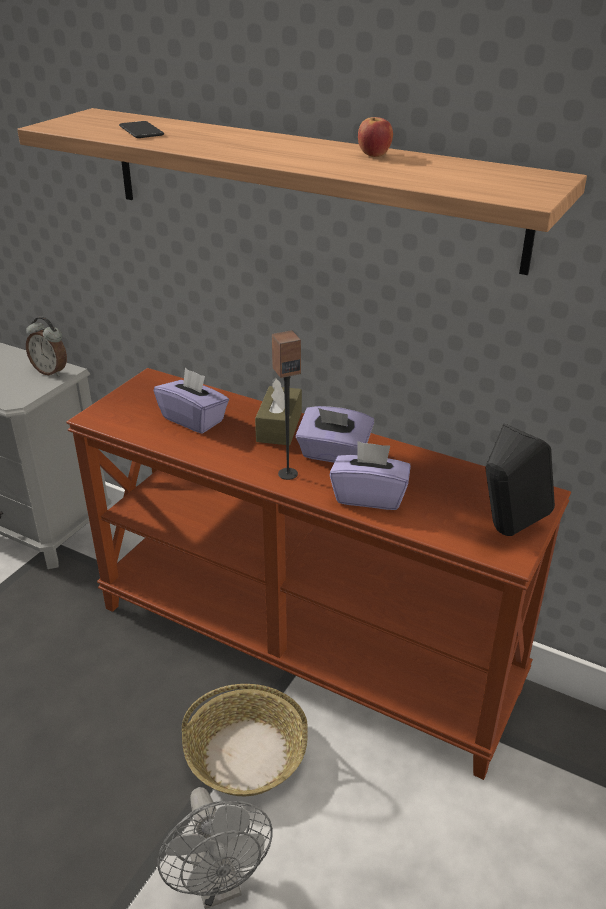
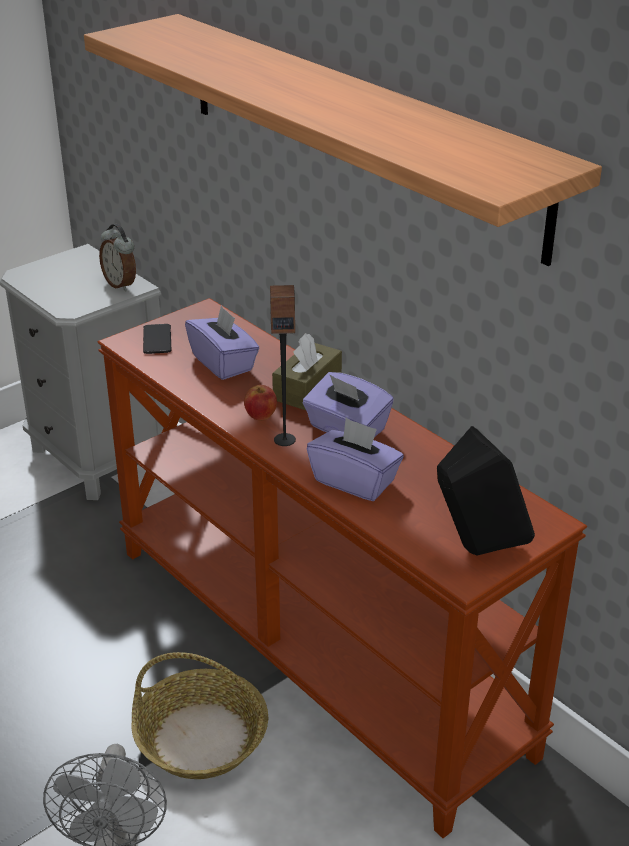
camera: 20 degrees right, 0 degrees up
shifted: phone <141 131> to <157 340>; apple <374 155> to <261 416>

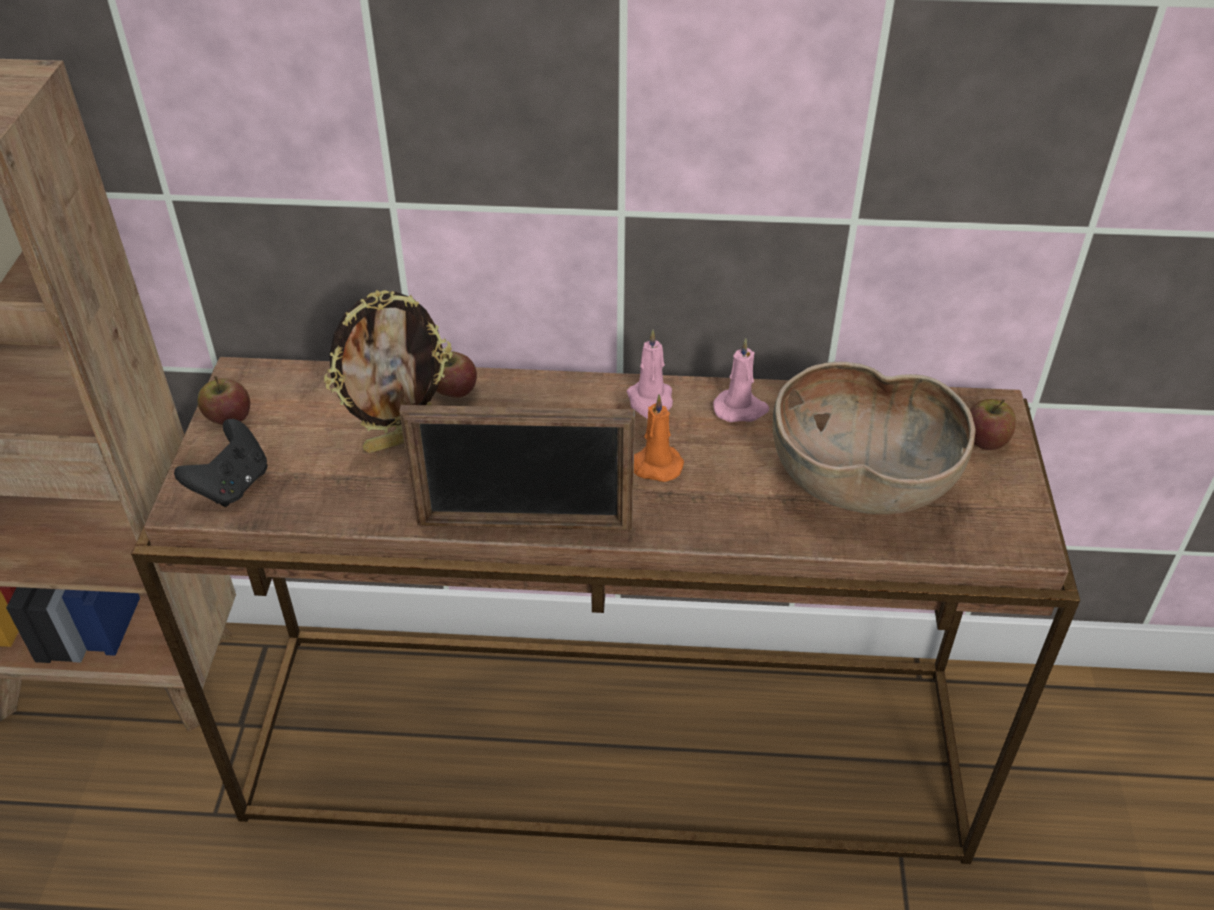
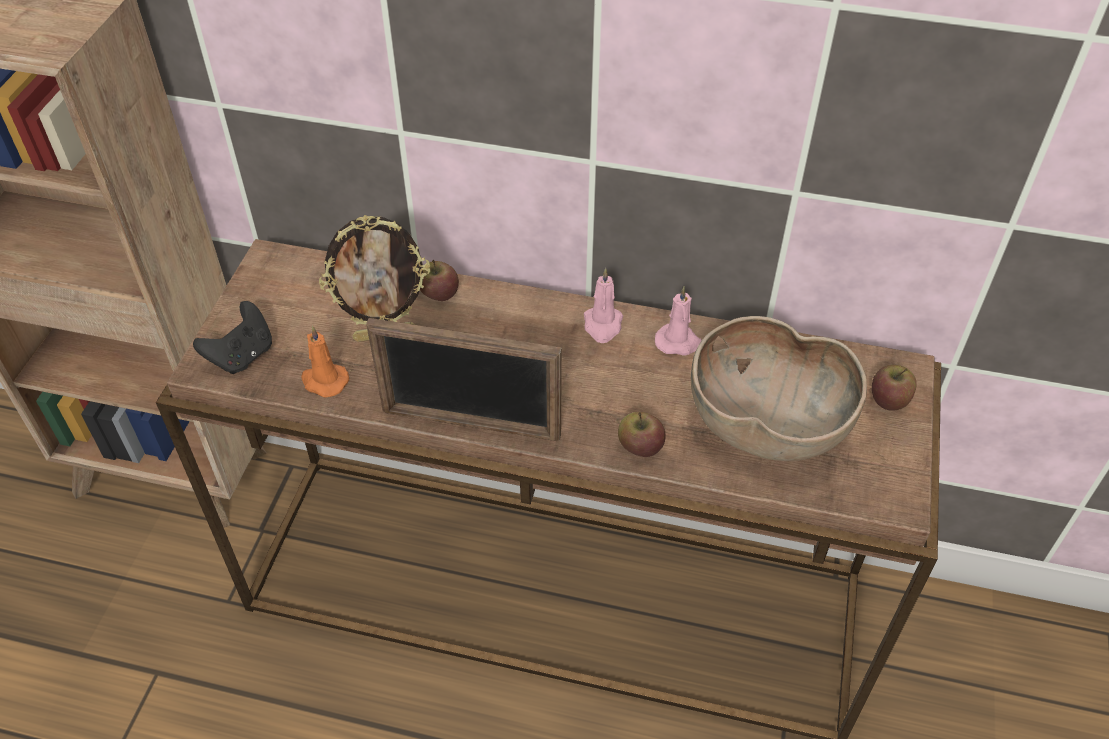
camera: 10 degrees right, 5 degrees up
shifted: candle in orange <653 465> to <324 381>; apple <228 418> to <640 447>

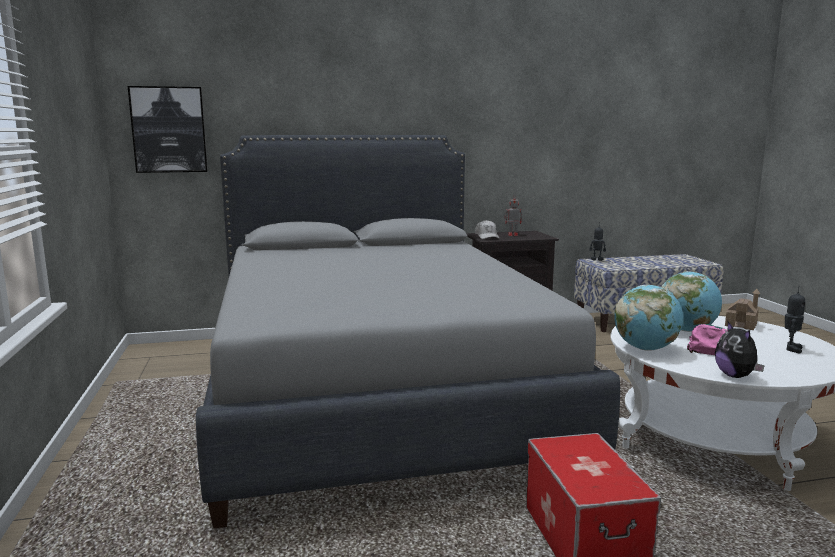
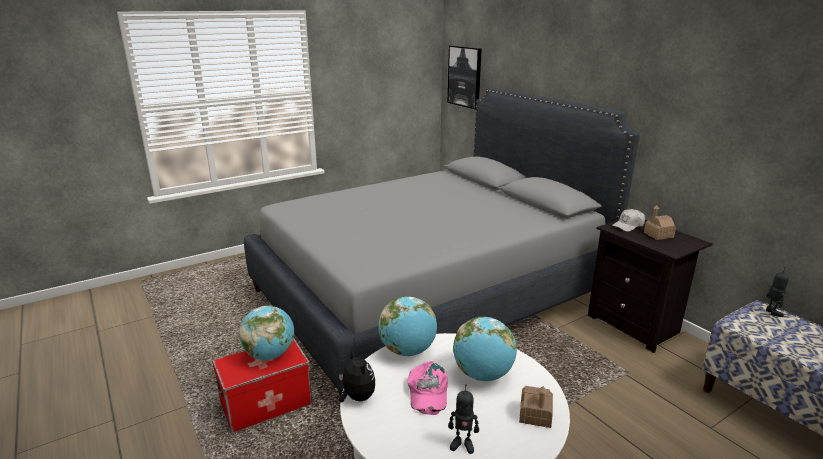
camera: 70 degrees right, 10 degrees up
new: globe <270 355>
swapped: toy robot <512 235> to toy house <658 235>
rotated: plush toy <736 376> = <357 397> 90 degrees clockwise

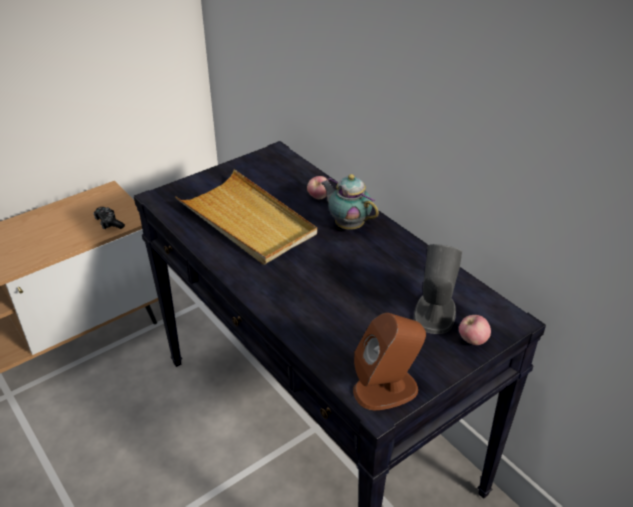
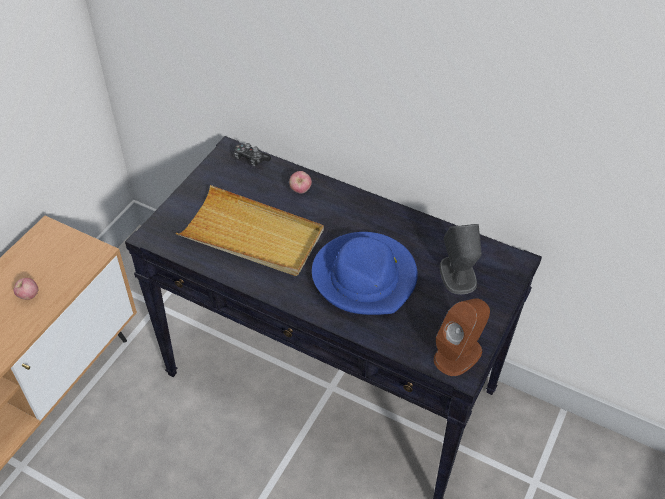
camera: 25 degrees left, 10 degrees up
gone: teapot <348 225>
new: hat in blue <365 276>
shifted: apple <472 340> to <28 295>; game controller <109 223> to <250 159>

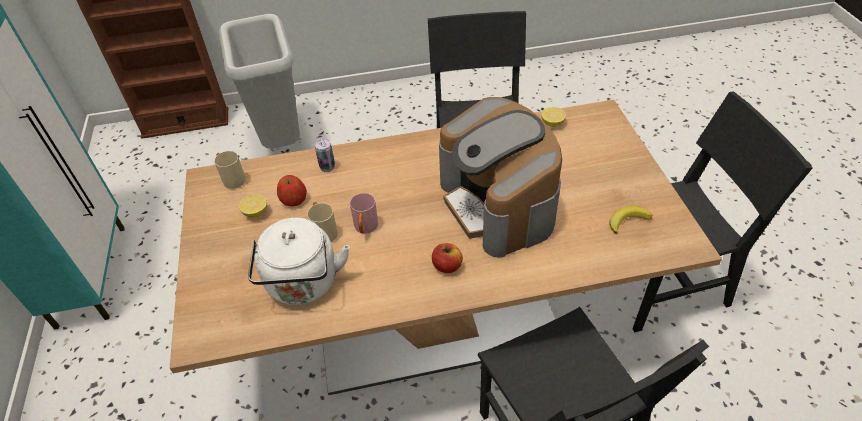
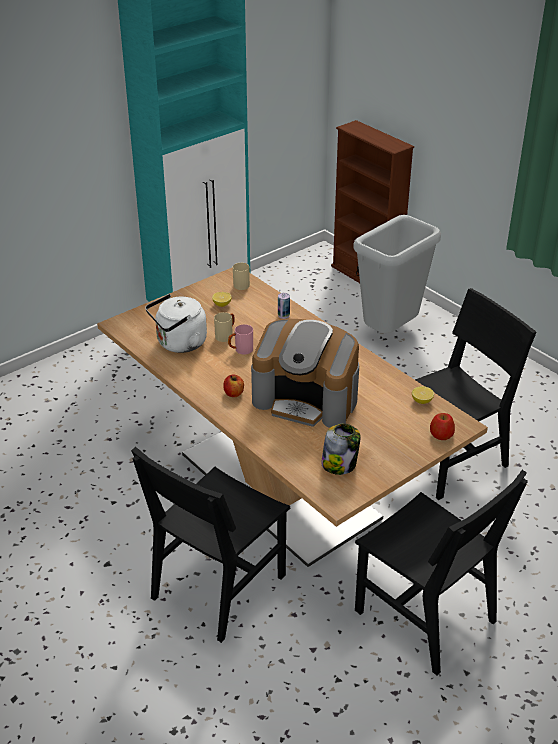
camera: 60 degrees right, 10 degrees down
shifted: apple <293 199> to <441 434>
swapped: banana <627 220> to jar <339 464>
rotated: coffee machine <498 205> = <307 399> 105 degrees counterclockwise

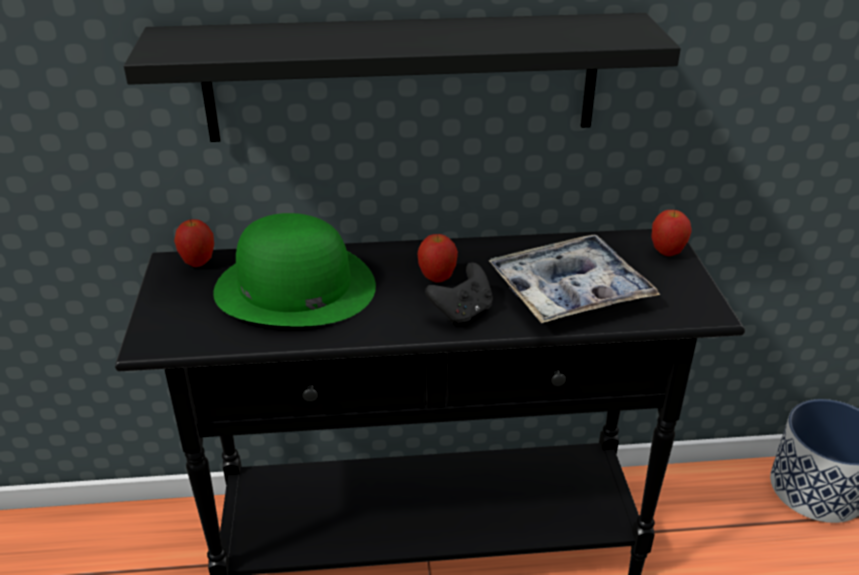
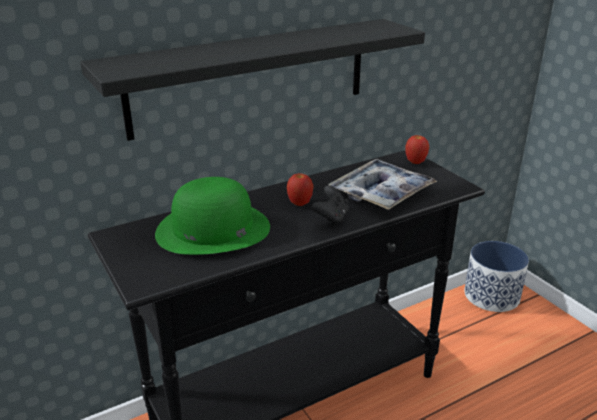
camera: 25 degrees left, 5 degrees down
gone: apple <198 263>

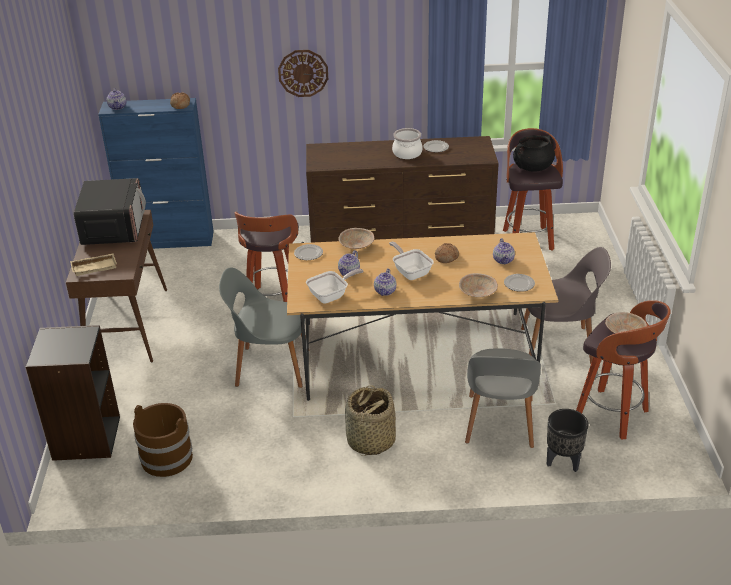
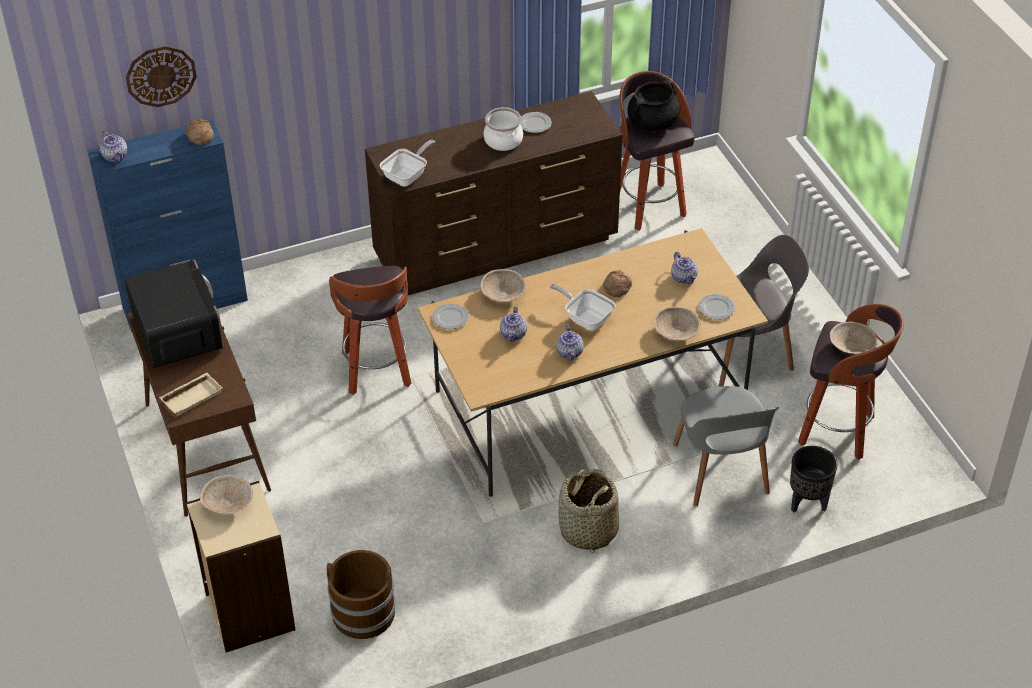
camera: 20 degrees left, 10 degrees up
gone: chair in grey <270 367>
new: bowl in beige <228 503>
shifted: wall clock <303 73> to <161 76>; frying pan <331 296> to <408 176>
repainted: bookcase in black <86 438> to bookcase in beige <249 613>

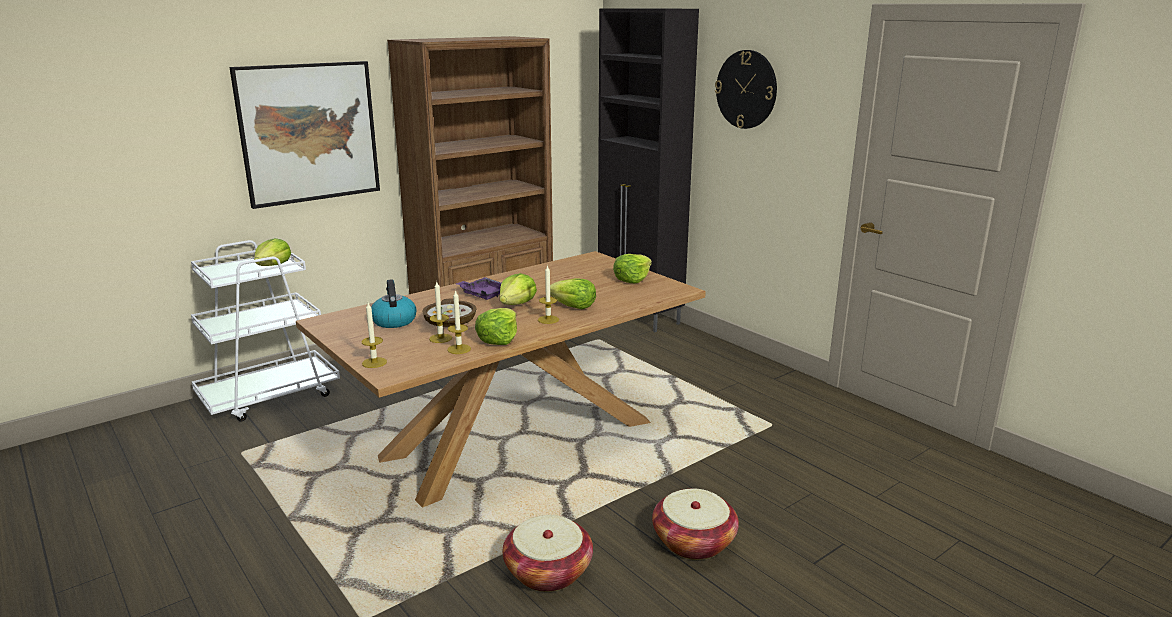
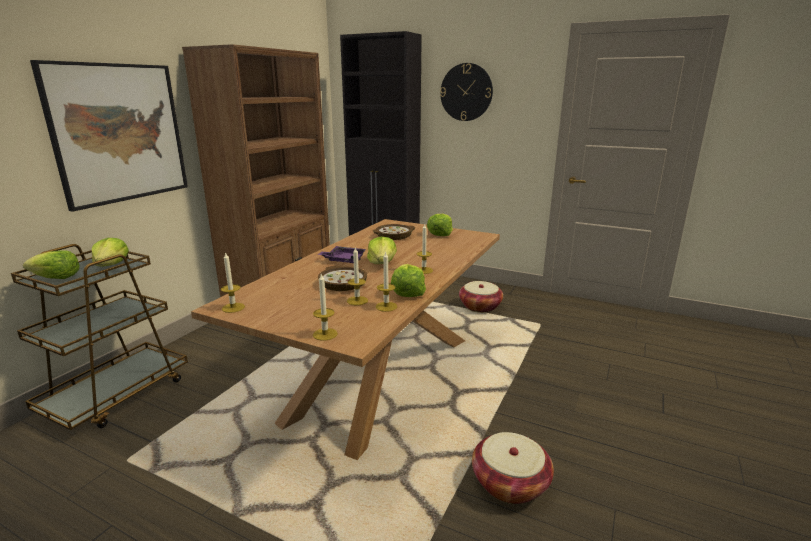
camera: 25 degrees left, 0 degrees up
gone: kettle <393 321>
new: candle <233 307>; bowl <394 235>
shifted: lettuce <573 306> to <56 278>; basket <693 542> to <480 306>
repainted: cart in white <270 396> to cart in brown <117 395>

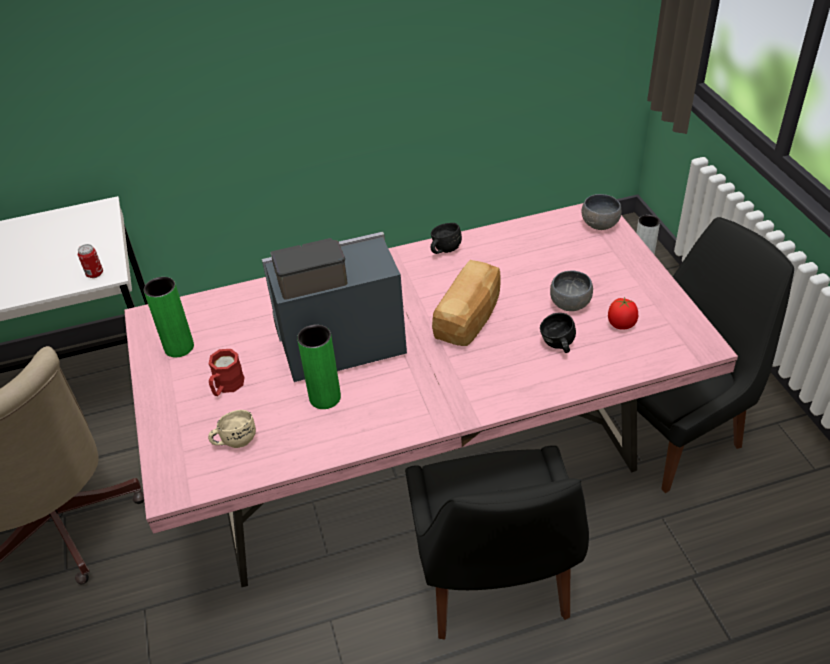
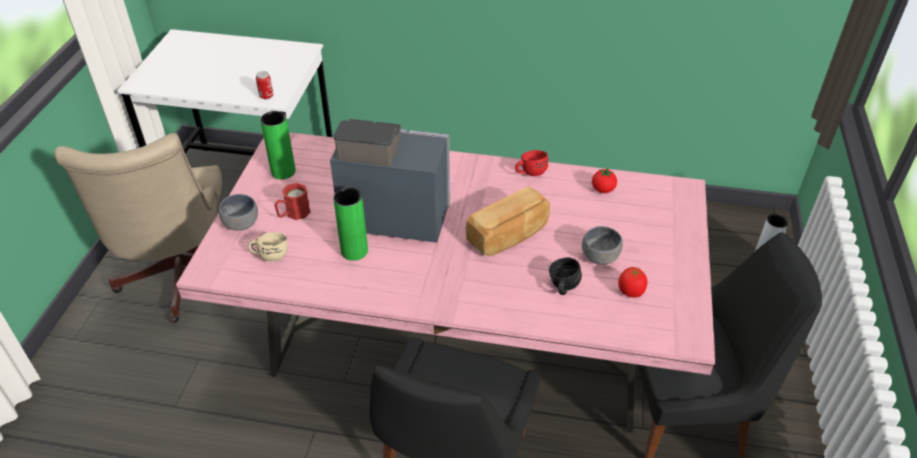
camera: 25 degrees right, 0 degrees up
new: tomato <603 189>
shifted: bowl in grey <601 224> to <243 224>
repainted: mug in black <443 250> to mug in red <529 172>

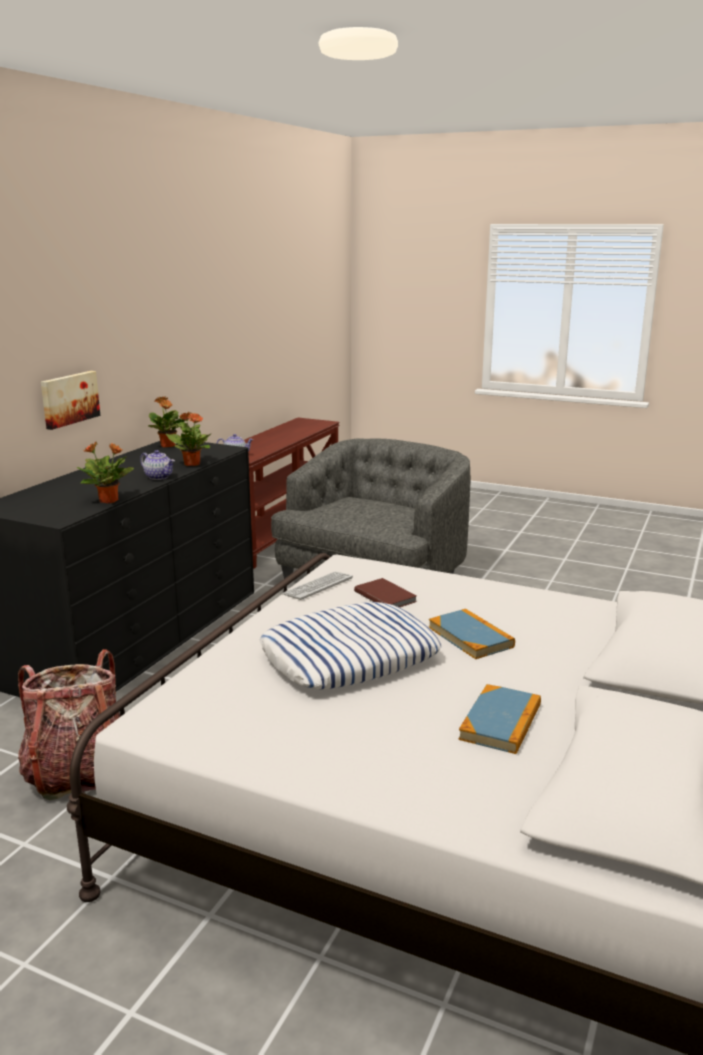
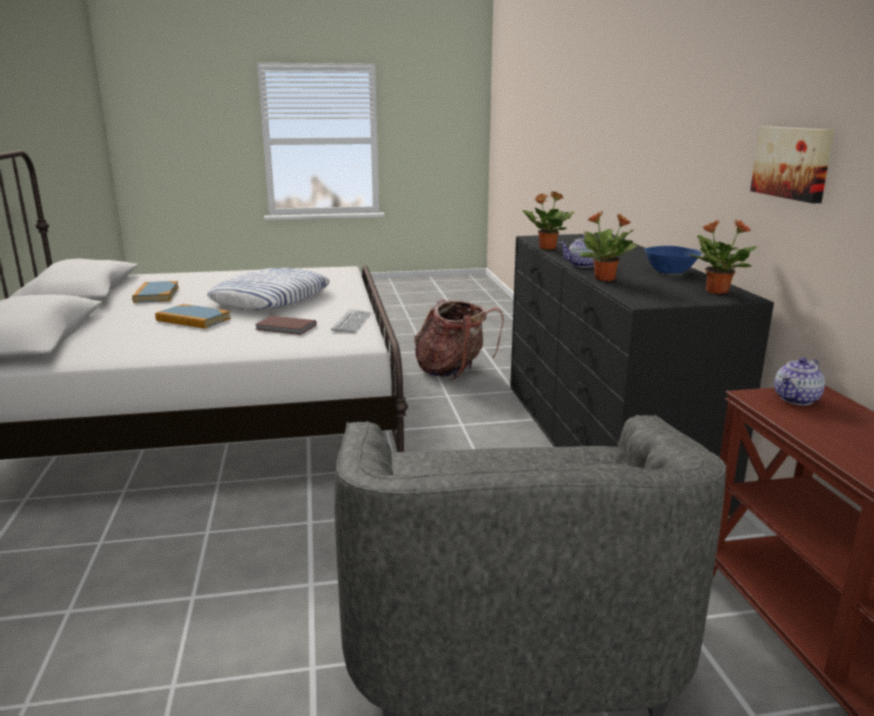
camera: 145 degrees right, 0 degrees up
new: bowl in blue <670 271>
shifted: picture <69 399> to <793 162>

